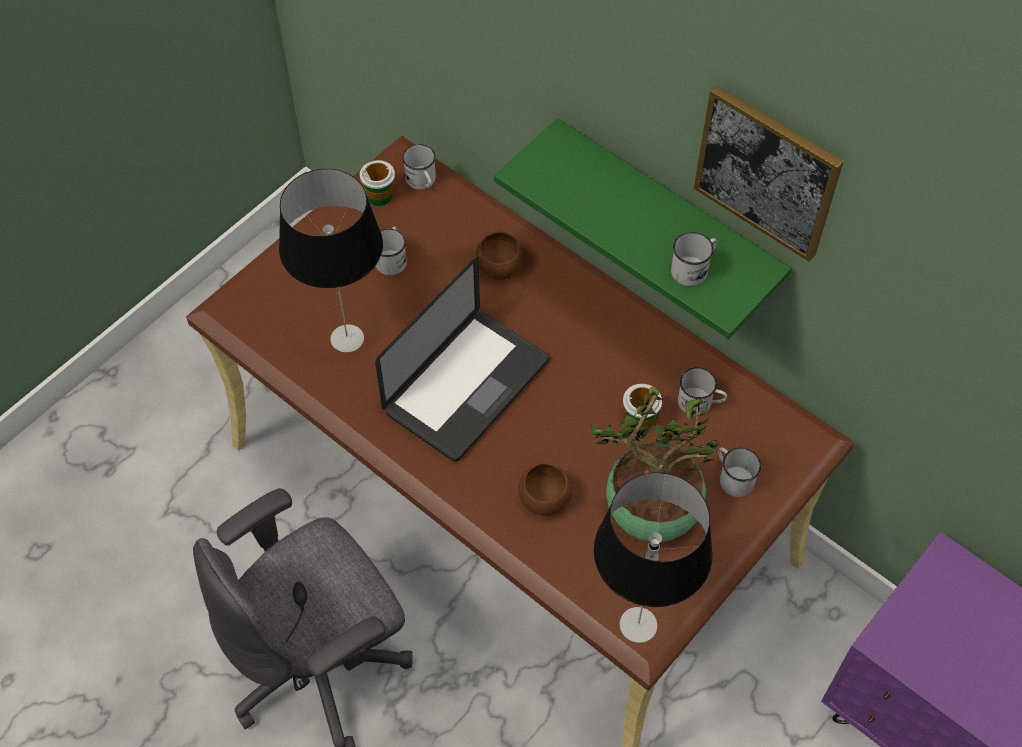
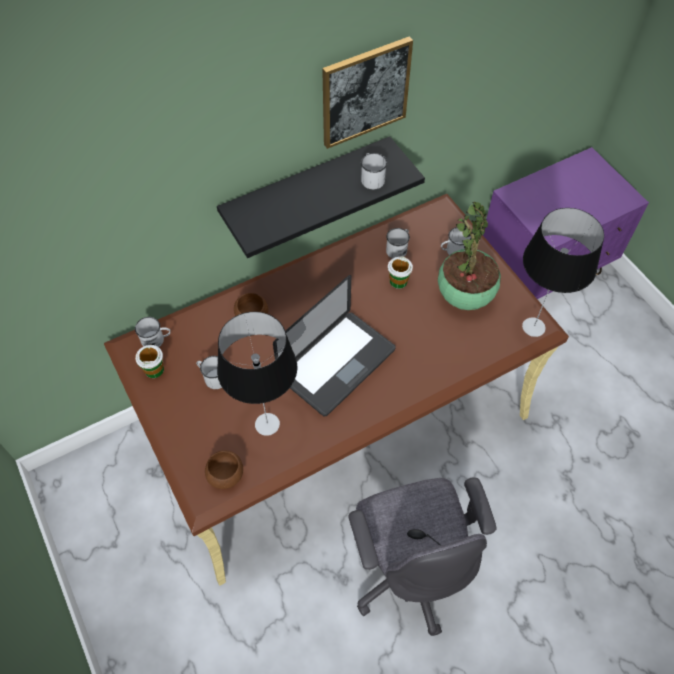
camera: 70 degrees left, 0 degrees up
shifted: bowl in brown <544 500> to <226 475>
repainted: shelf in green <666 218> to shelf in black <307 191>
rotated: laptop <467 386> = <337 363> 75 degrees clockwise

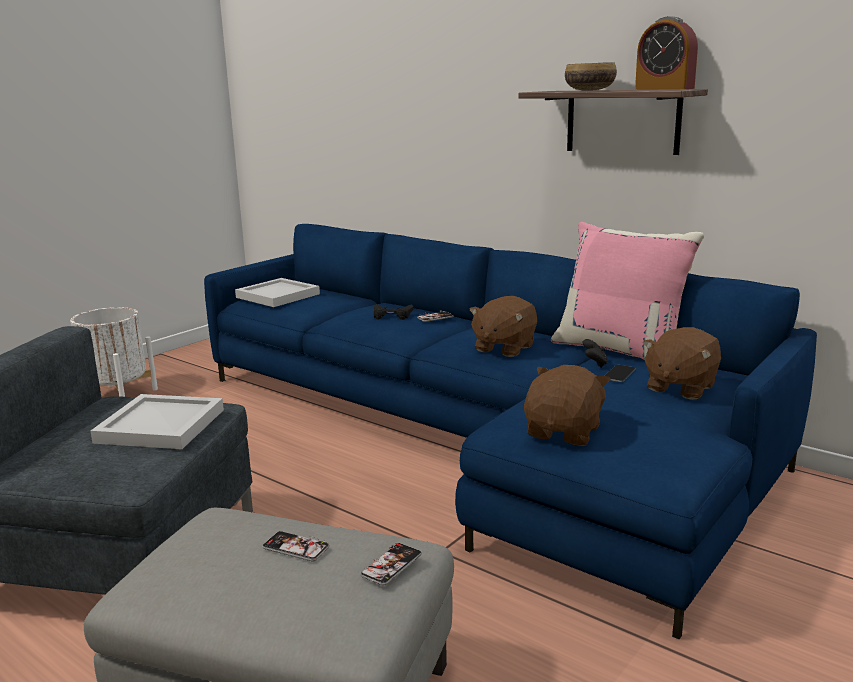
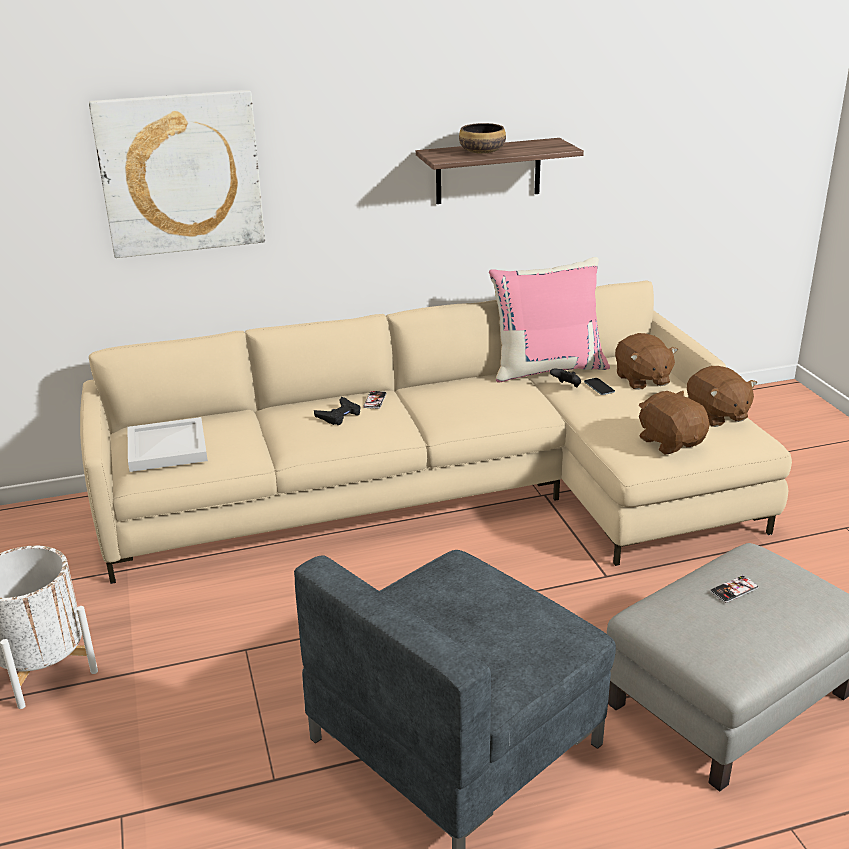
camera: 55 degrees left, 10 degrees up
gone: tray in white <160 425>; phone <391 565>; alarm clock <664 89>
new: picture <180 173>
shifted: plush toy in brown <503 348> to <716 415>
repainted: sofa in blue <477 437> to sofa in beige <449 492>

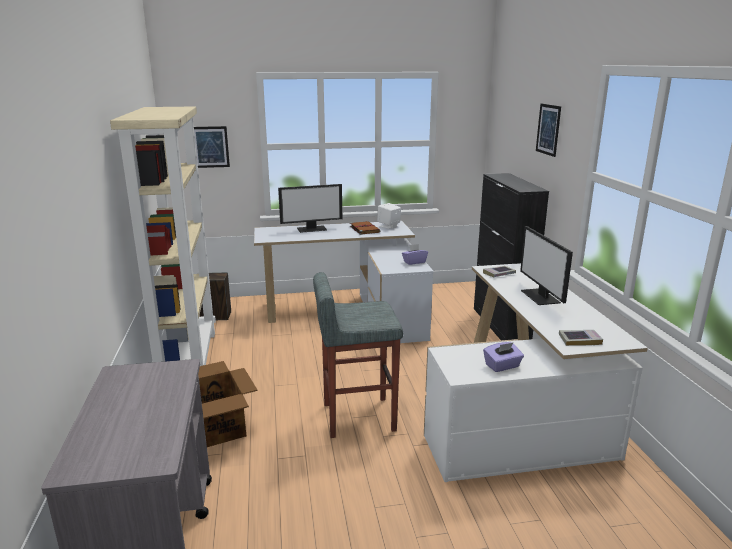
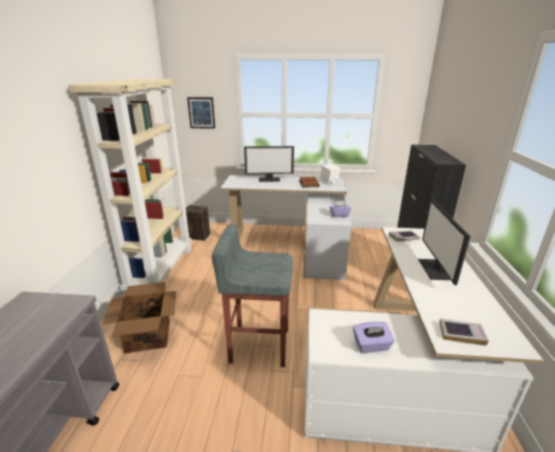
camera: 15 degrees right, 5 degrees up
gone: picture <548 129>

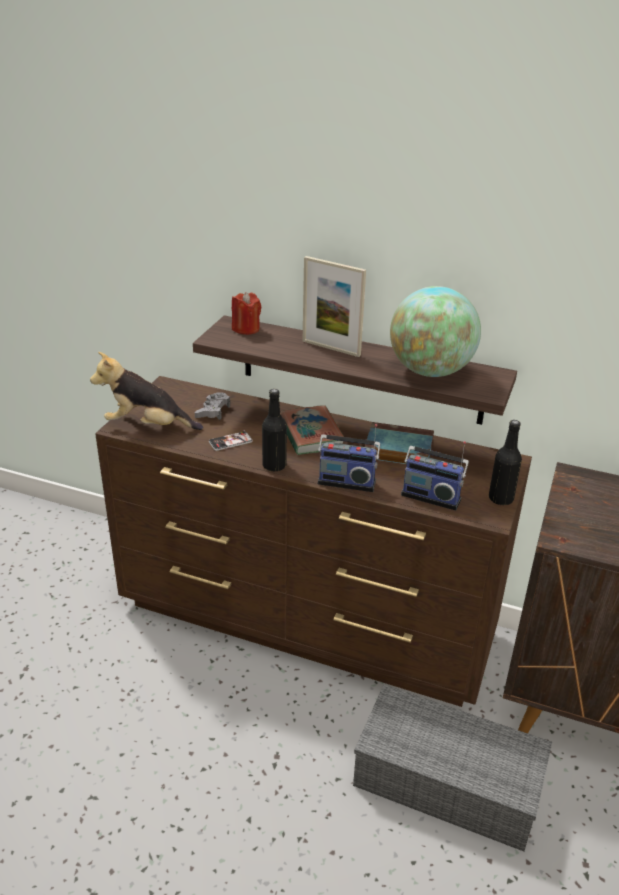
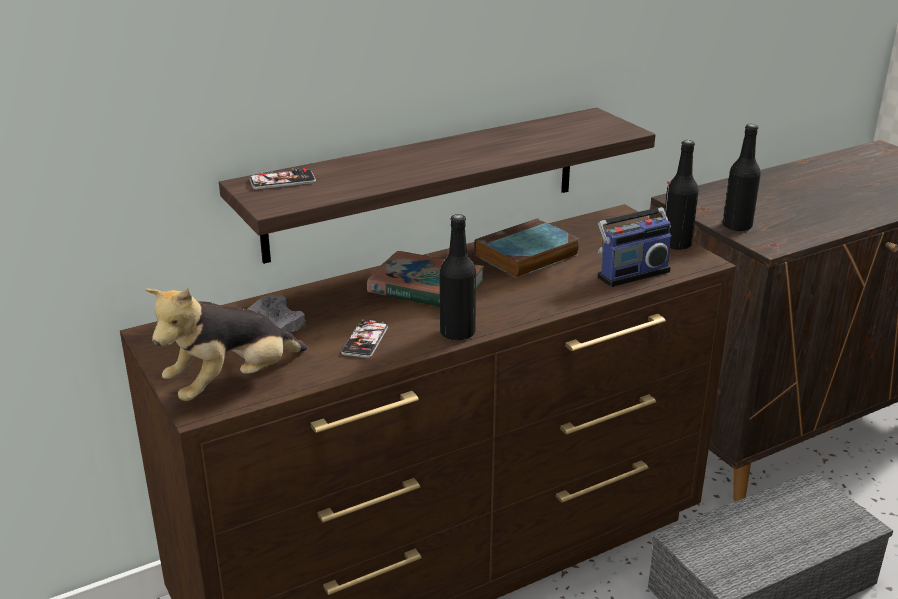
camera: 50 degrees left, 5 degrees down
gone: picture frame <331 348>; radio <347 481>; globe <430 371>
new: bottle in black <737 226>
swapped: candle in red <246 329> to phone <282 181>

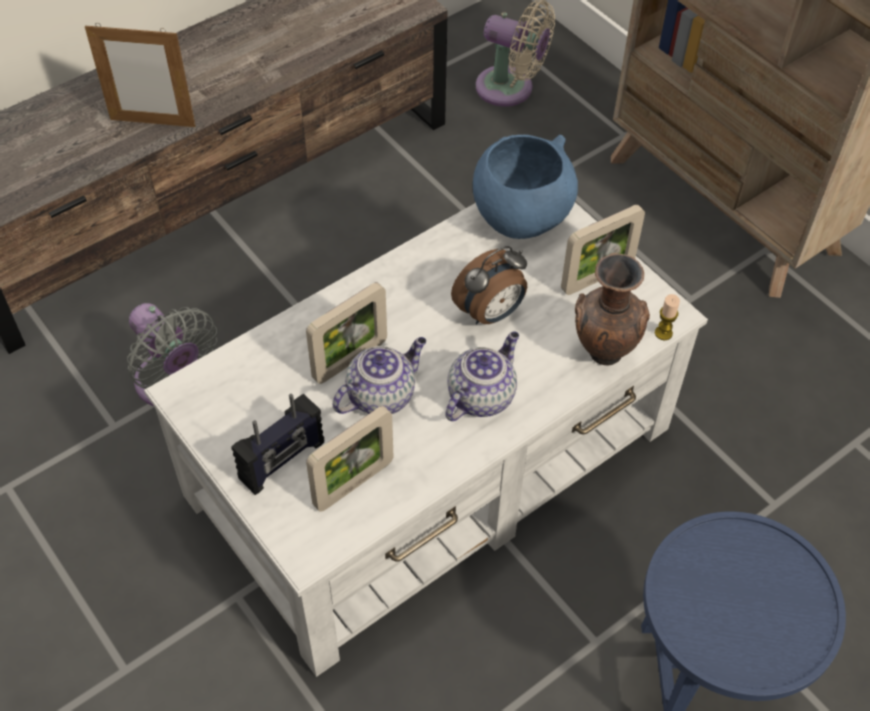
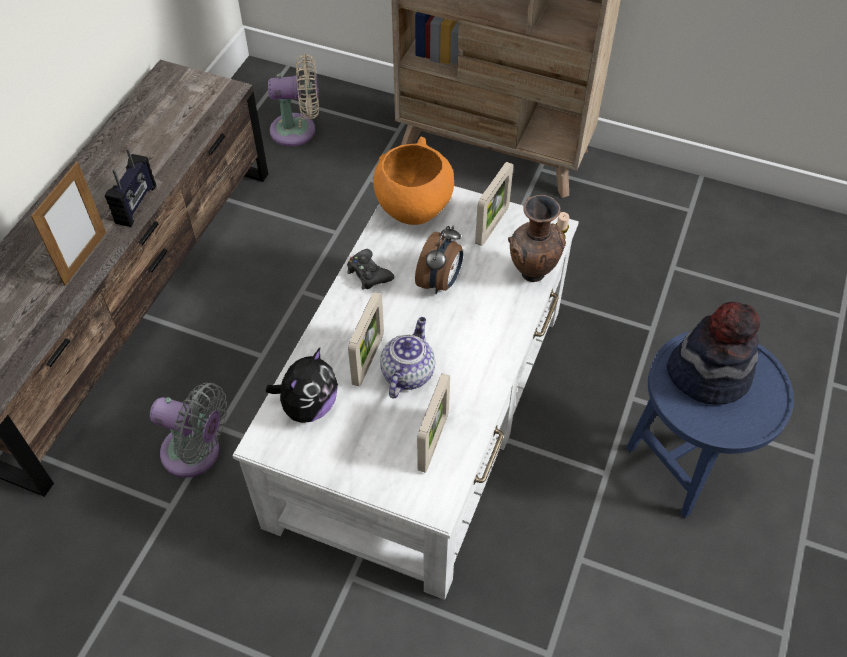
camera: 30 degrees left, 0 degrees up
gone: teapot <481 395>
new: plush toy <308 406>; game controller in black <368 274>; hat <708 374>
shifted: radio <283 461> to <137 204>
repainted: bowl in blue <520 218> to bowl in orange <413 208>
rotated: picture frame <153 122> = <85 258> 45 degrees counterclockwise

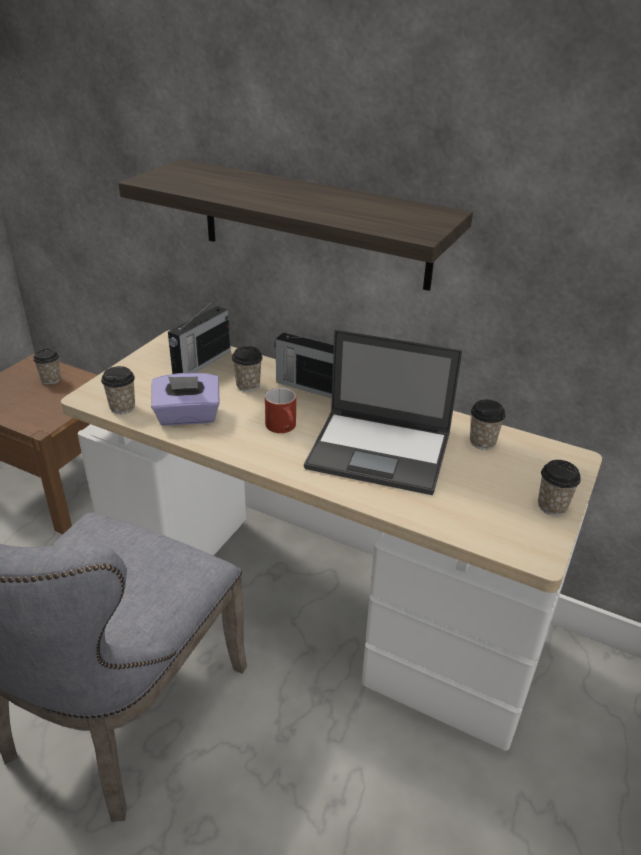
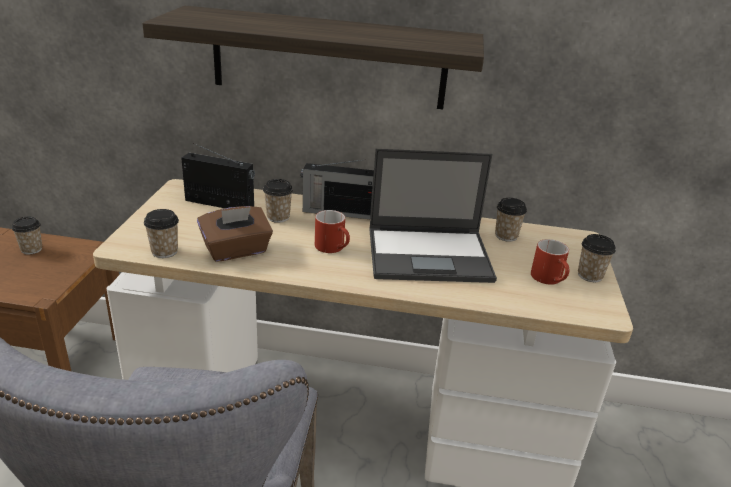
camera: 20 degrees left, 5 degrees down
new: mug in red <550 279>
repainted: tissue box in purple <187 416> to tissue box in brown <236 251>
rotated: radio <201 363> = <220 204> 90 degrees counterclockwise

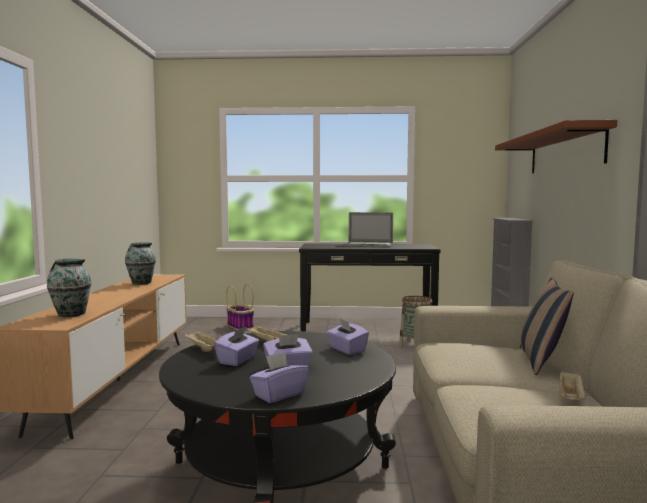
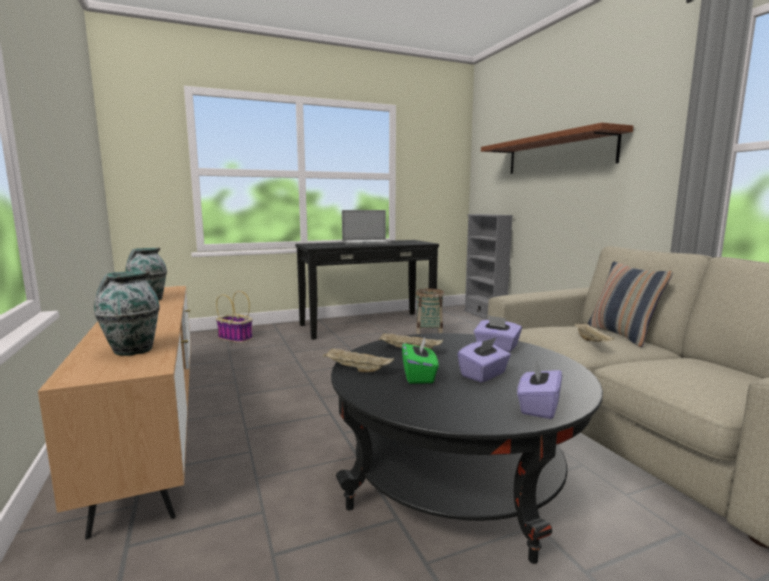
camera: 25 degrees left, 5 degrees up
shifted: tray in beige <570 398> to <592 341>
repainted: tissue box in purple <238 360> to tissue box in green <419 376>

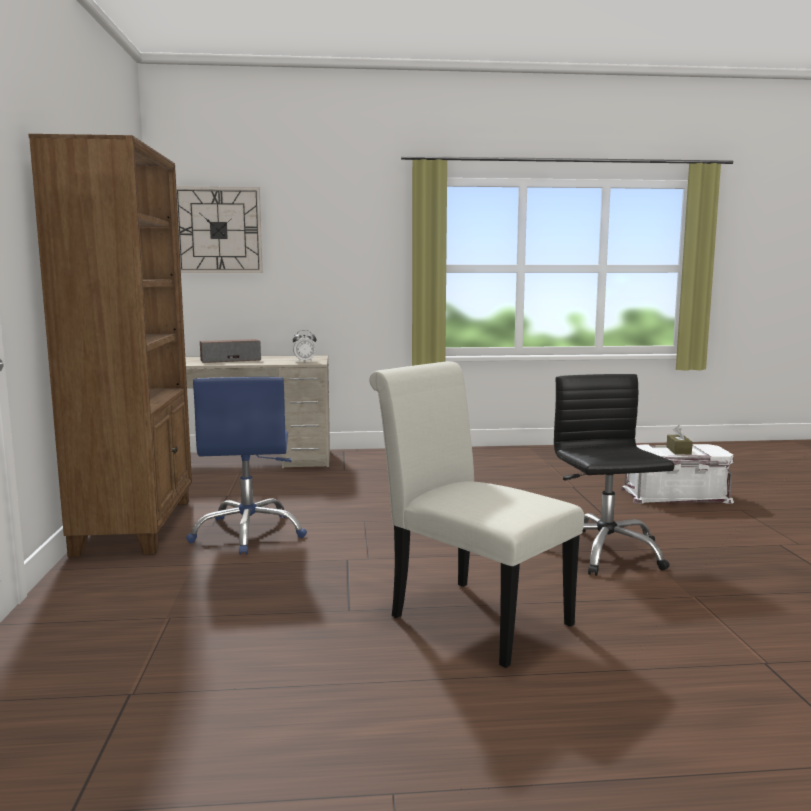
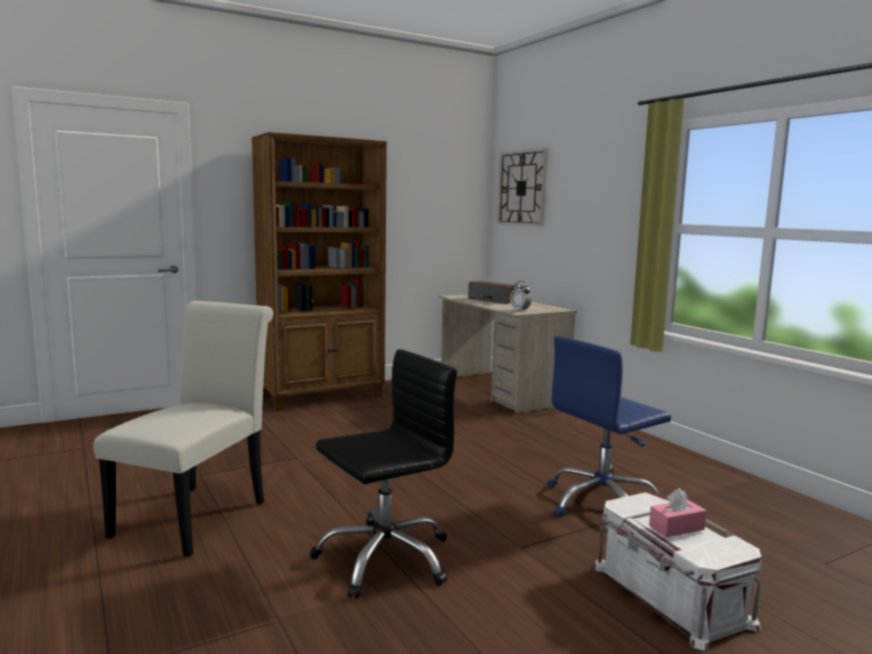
camera: 65 degrees right, 0 degrees up
shifted: office chair in blue <249 533> to <602 502>
repainted: tissue box in brown <678 451> to tissue box in pink <676 527>

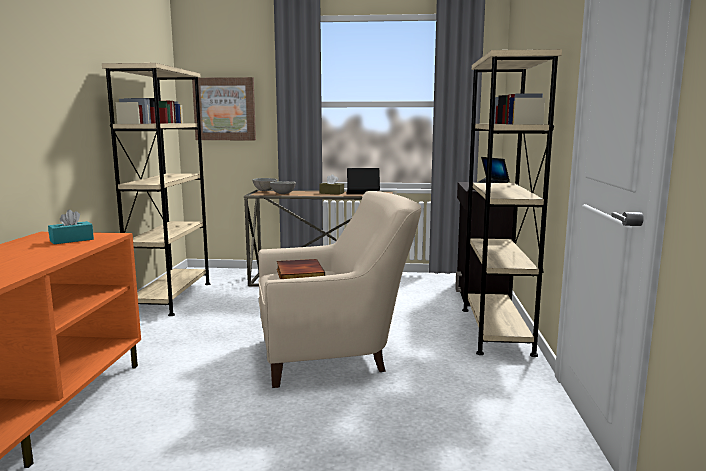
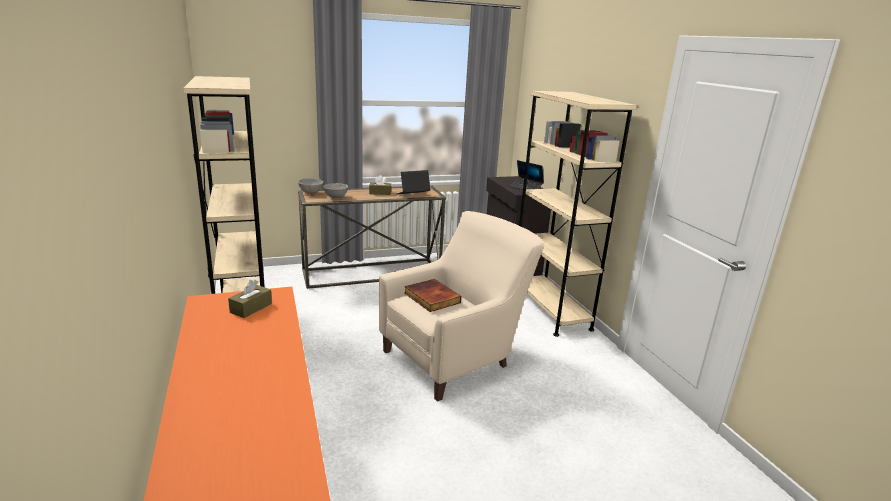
camera: 25 degrees left, 10 degrees up
gone: picture <225 109>
repainted: tissue box in turquoise <71 240> to tissue box in brown <251 308>

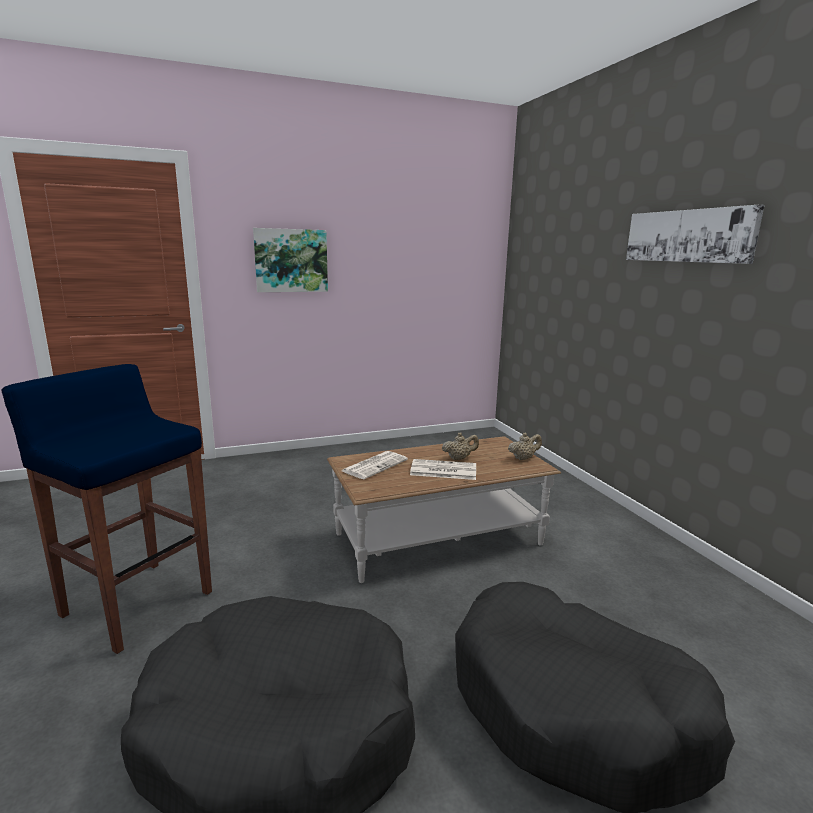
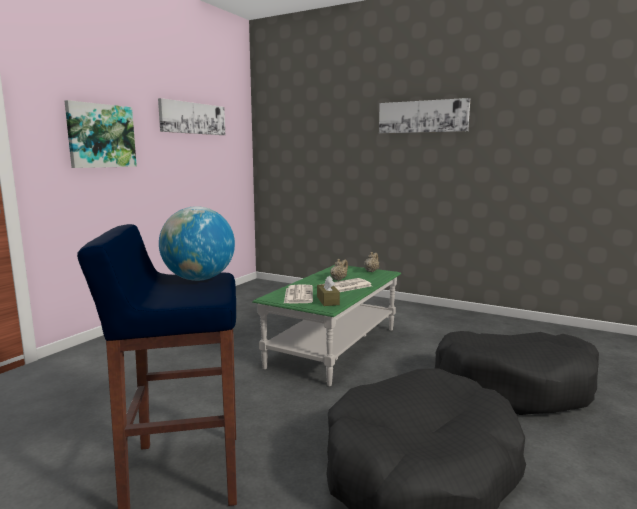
camera: 40 degrees left, 5 degrees down
new: picture <193 118>; globe <199 279>; tissue box in brown <328 301>
repainted: coffee table in brown <438 539> to coffee table in green <334 347>

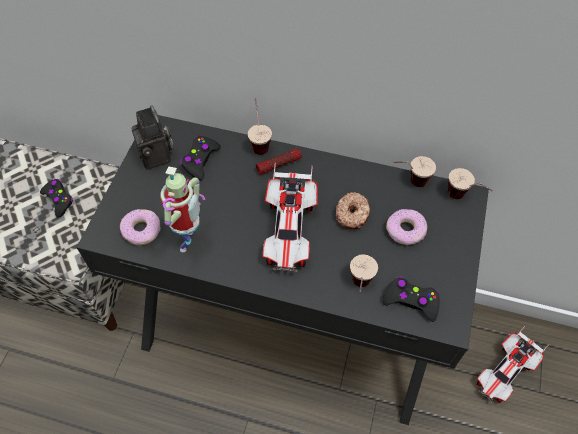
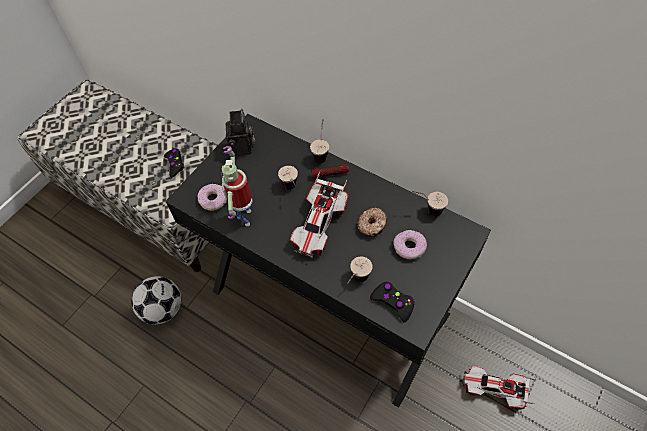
camera: 20 degrees right, 0 degrees up
gone: game controller in black <200 160>
new: football <163 309>
shifted: cup <463 199> to <292 190>
rotated: toy robot <190 242> = <244 217> 150 degrees clockwise; toy car <505 372> = <494 390> 45 degrees clockwise

